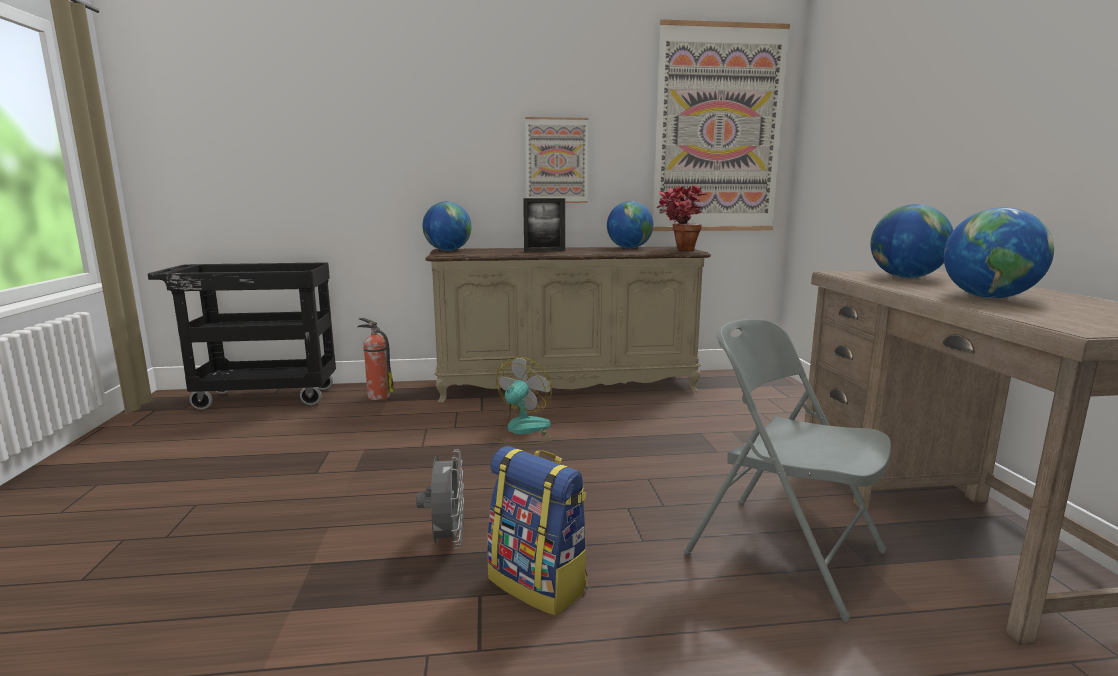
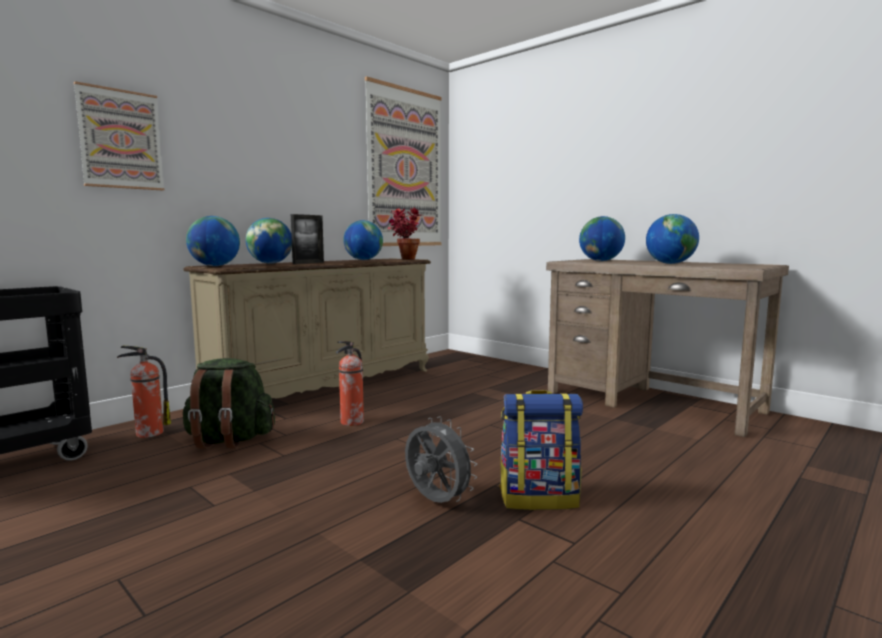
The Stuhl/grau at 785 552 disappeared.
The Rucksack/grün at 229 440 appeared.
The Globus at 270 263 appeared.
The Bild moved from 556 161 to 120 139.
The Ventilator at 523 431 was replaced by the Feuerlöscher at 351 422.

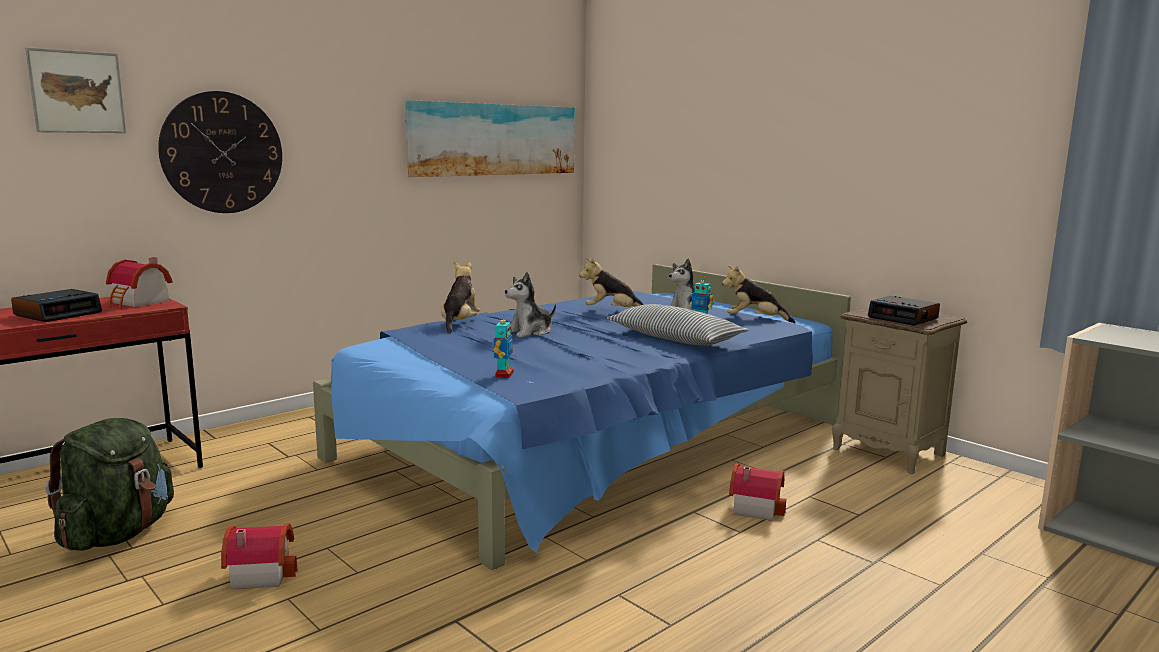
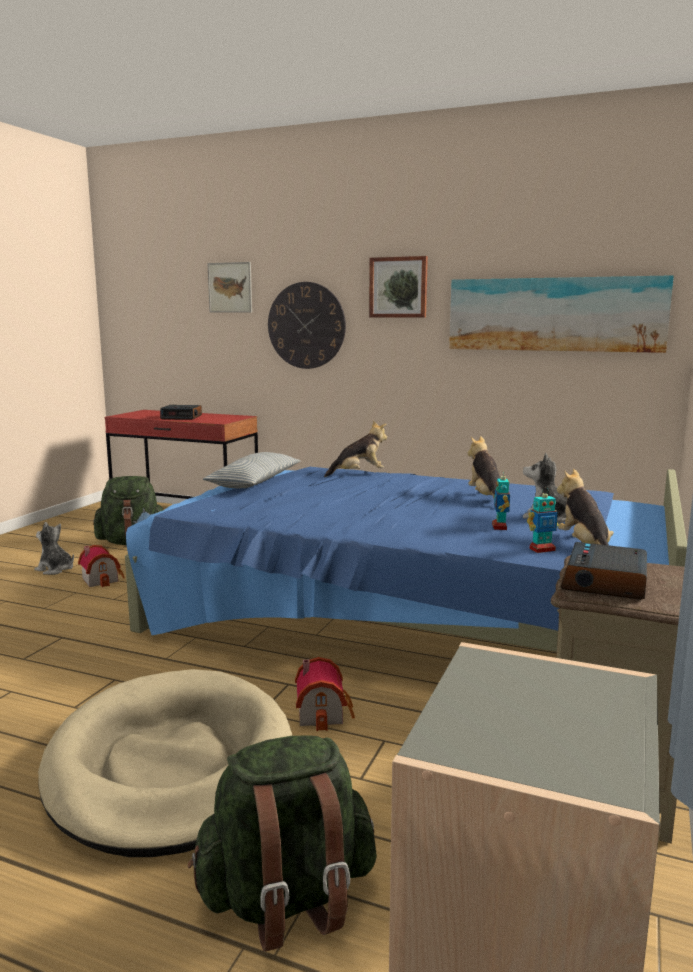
The Spielzeughaus at 139 302 disappeared.
The Hundebett/beige at 172 766 appeared.
The Rucksack/grün at 287 899 appeared.
The Bild at 398 287 appeared.
The Spielzeugroboter moved from 503 375 to 541 549.
The Plüschtier moved from 530 332 to 55 570.
The Kissen moved from 675 338 to 254 482.

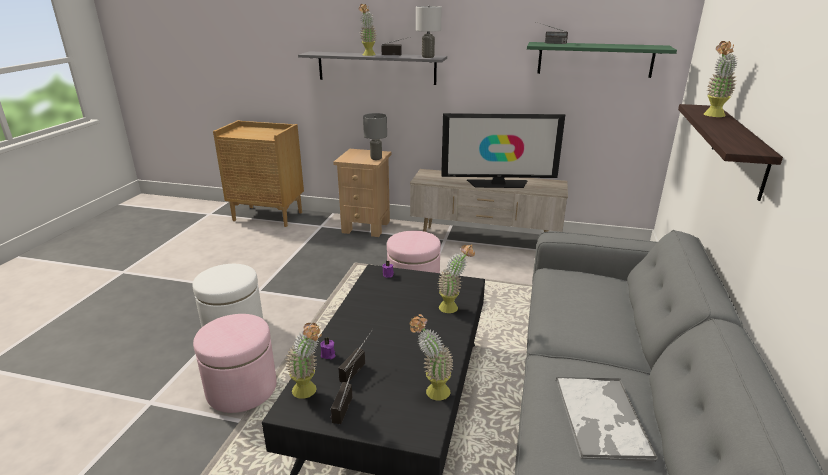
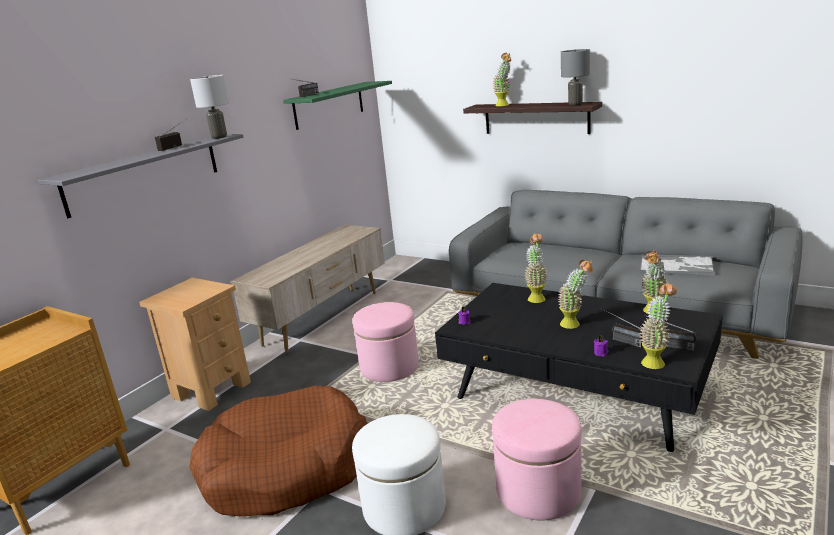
The Fernseher at 498 184 disappeared.
The Hundebett/braun at 286 468 appeared.
The Topfpflanze moved from 368 55 to 575 325.
The Tischlampe/grau moved from 375 158 to 574 104.

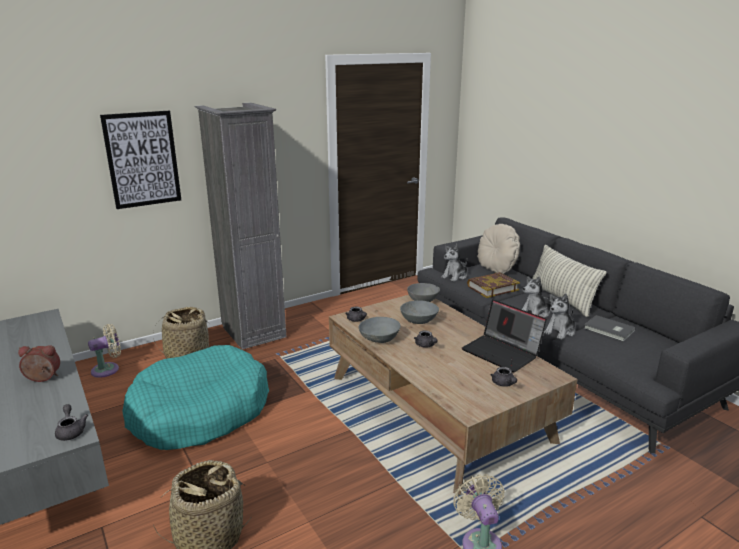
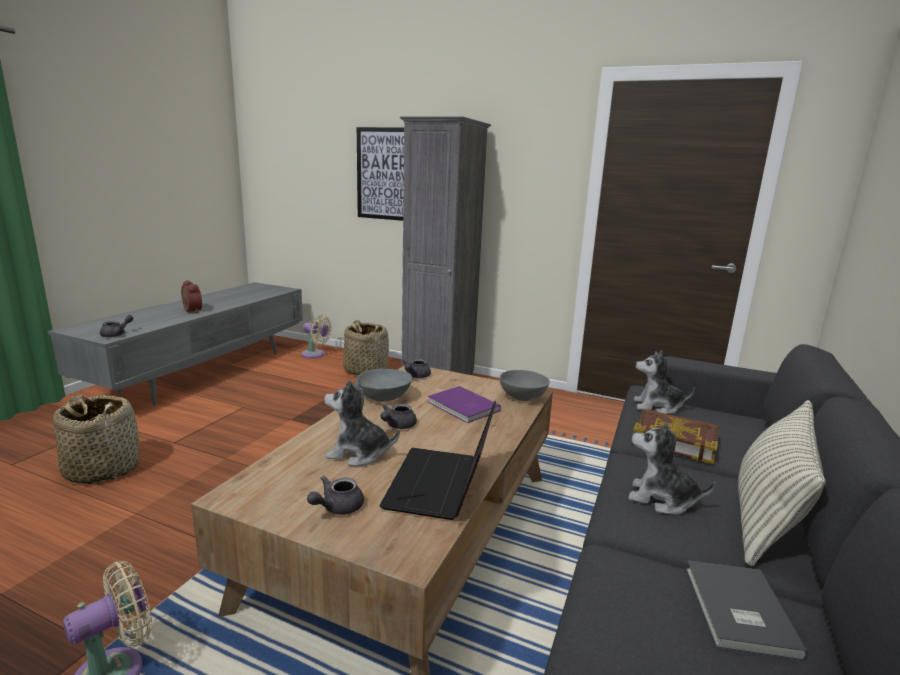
The Hundebett/türkis at 199 412 disappeared.
The Kissen/beige at 496 269 disappeared.
The Plüschtier moved from 560 331 to 358 453.
The Schüssel/grau at 419 320 was replaced by the Buch/lila at 462 407.

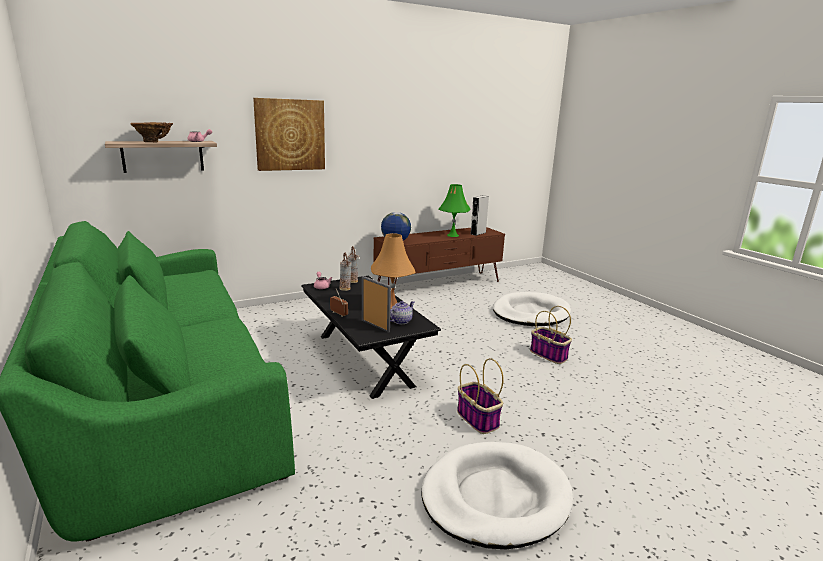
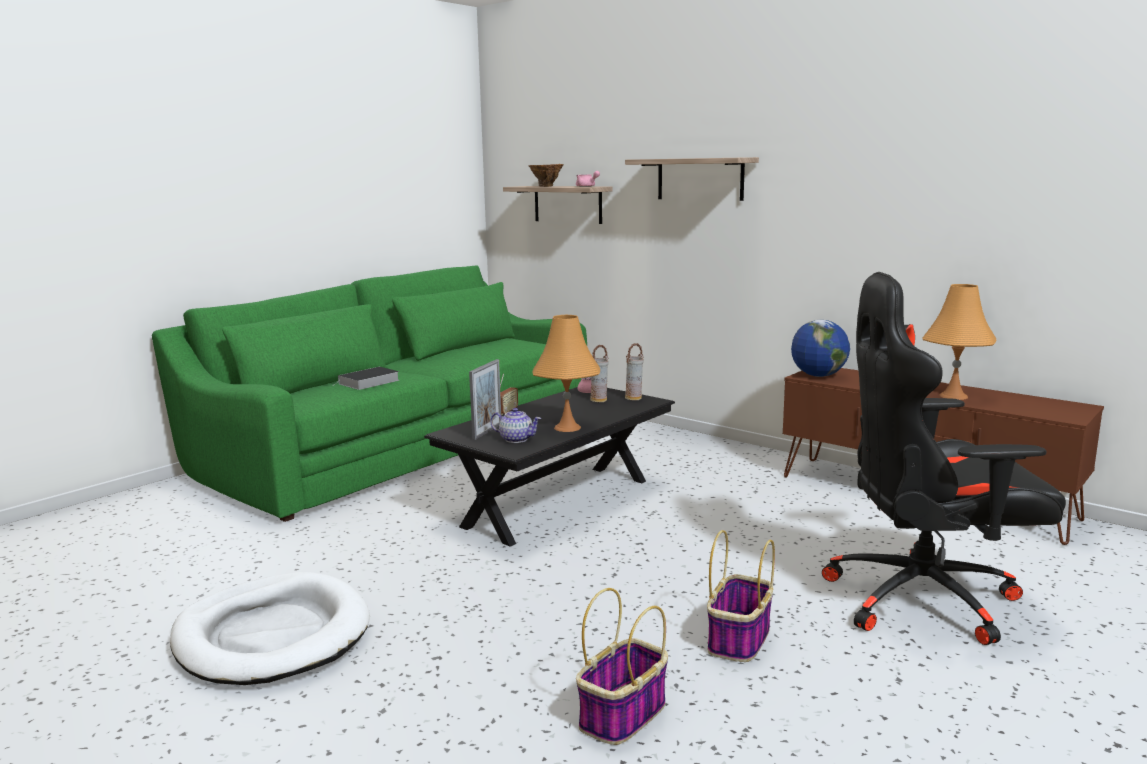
The Lautsprecher/grau at 478 233 disappeared.
The Buch at 368 382 appeared.
The Korb moved from 478 419 to 622 716.
The Bild at 290 135 was replaced by the Wandregal at 700 179.
The Hundebett/weiß at 530 313 was replaced by the Bürostuhl/schwarz at 935 600.
The Tischlampe/grün at 453 235 became the Tischlampe/orange at 953 396.

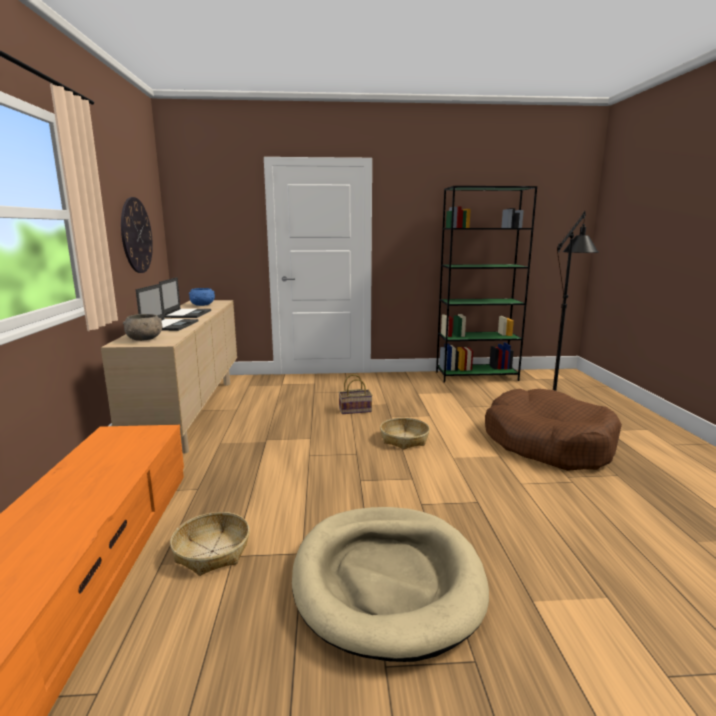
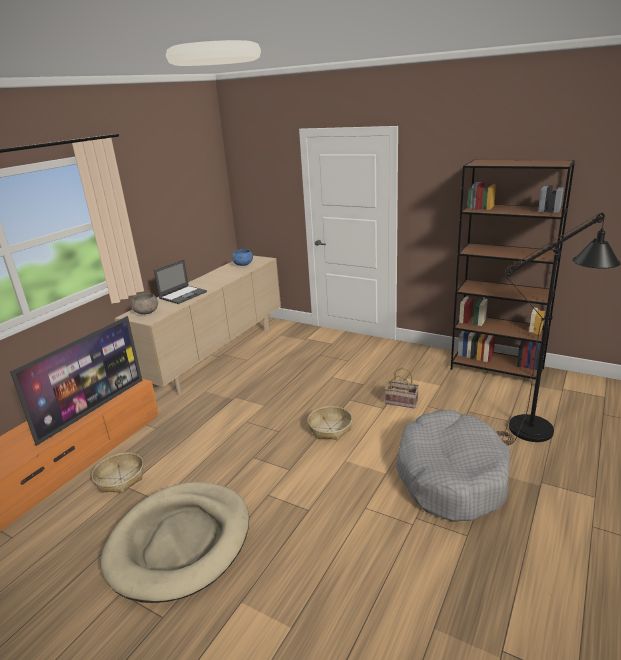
The Wanduhr at 136 235 disappeared.
The Laptop at 187 314 disappeared.
The Fernseher at 93 409 appeared.
The Korb moved from 356 410 to 402 401.
The Bücherregal/grün at 476 376 became the Bücherregal/braun at 497 368.
The Hundebett/braun at 547 443 became the Hundebett/grau at 450 475.

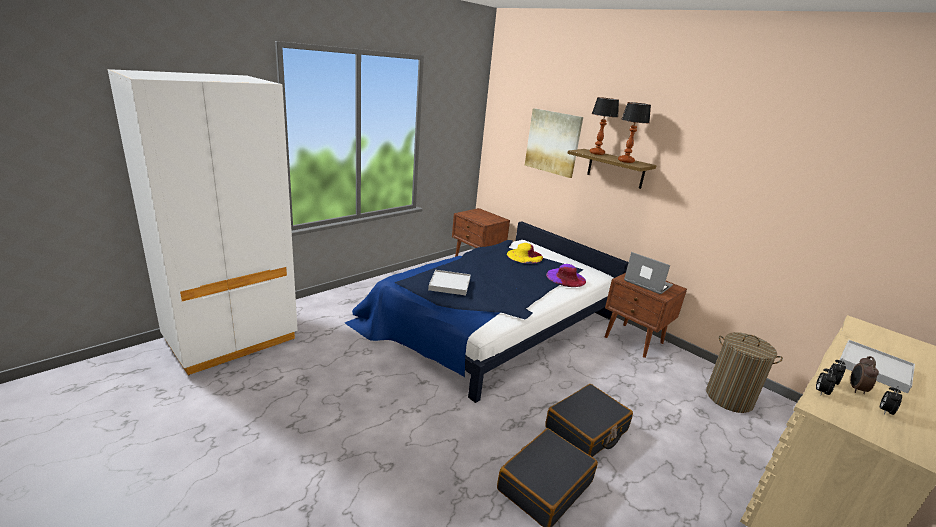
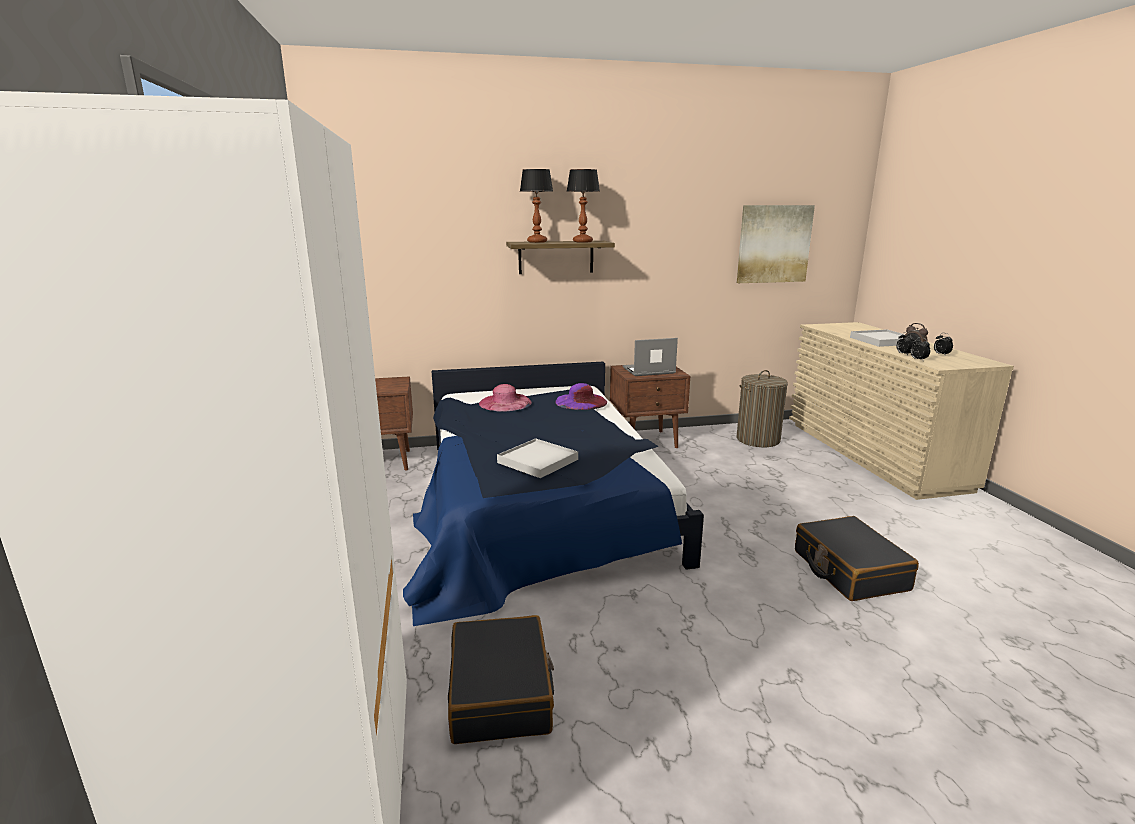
The Bild moved from 553 142 to 774 244.
The Koffer/schwarz moved from 586 429 to 501 692.
The Hut/gelb at 524 256 became the Hut/rosa at 505 403.

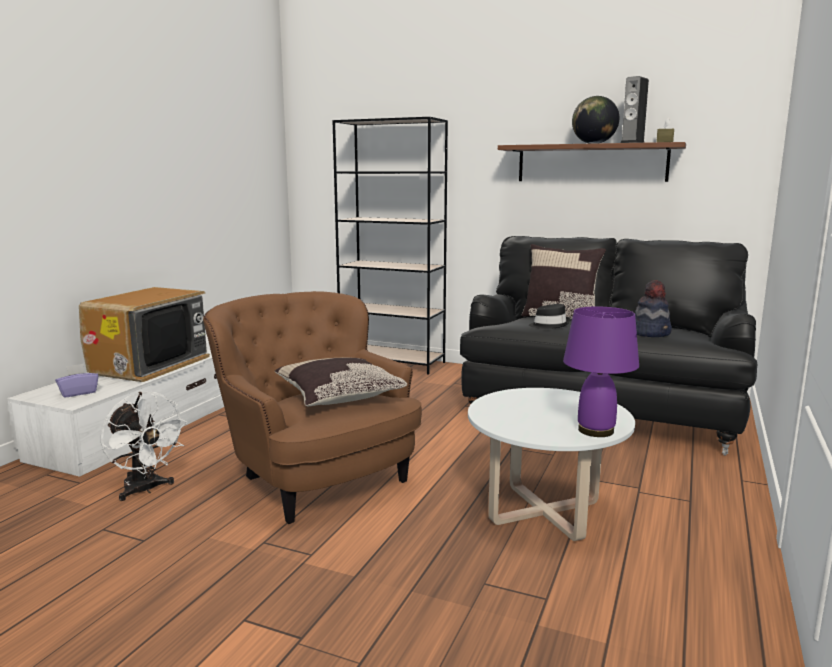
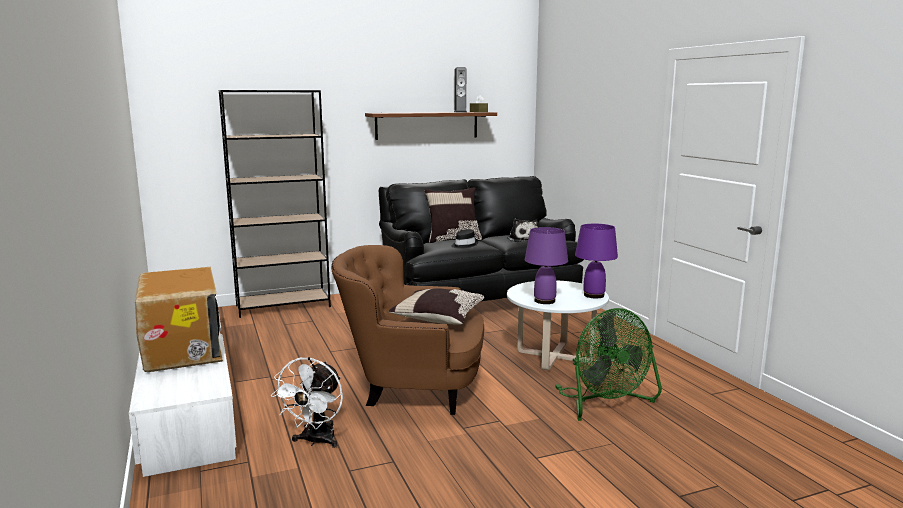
The Taschentuchbox/lila at 78 393 disappeared.
The Globus at 593 143 disappeared.
The Tischlampe/lila at 545 301 appeared.
The Ventilator/grün at 602 403 appeared.
The Hut at 651 333 was replaced by the Plüschtier at 522 239.
The Ventilator/weiß at 145 490 turned 105 degrees clockwise.

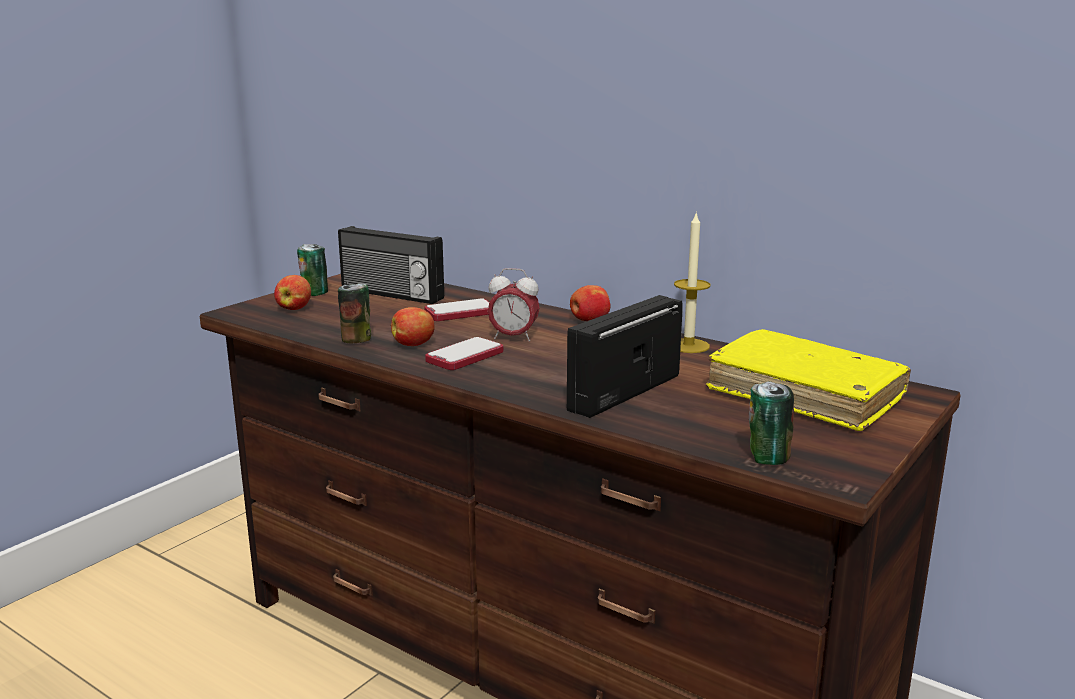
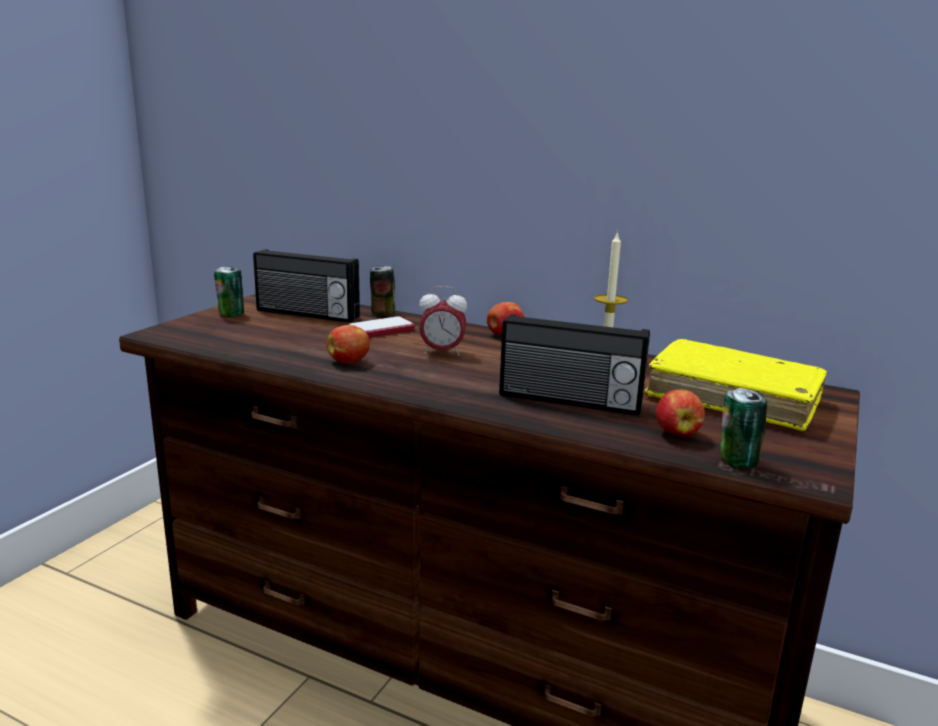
The Handy at 465 356 disappeared.
The Apfel moved from 294 308 to 676 433.
The Dose moved from 357 340 to 383 312.
The Radio at 622 392 turned 105 degrees counterclockwise.

